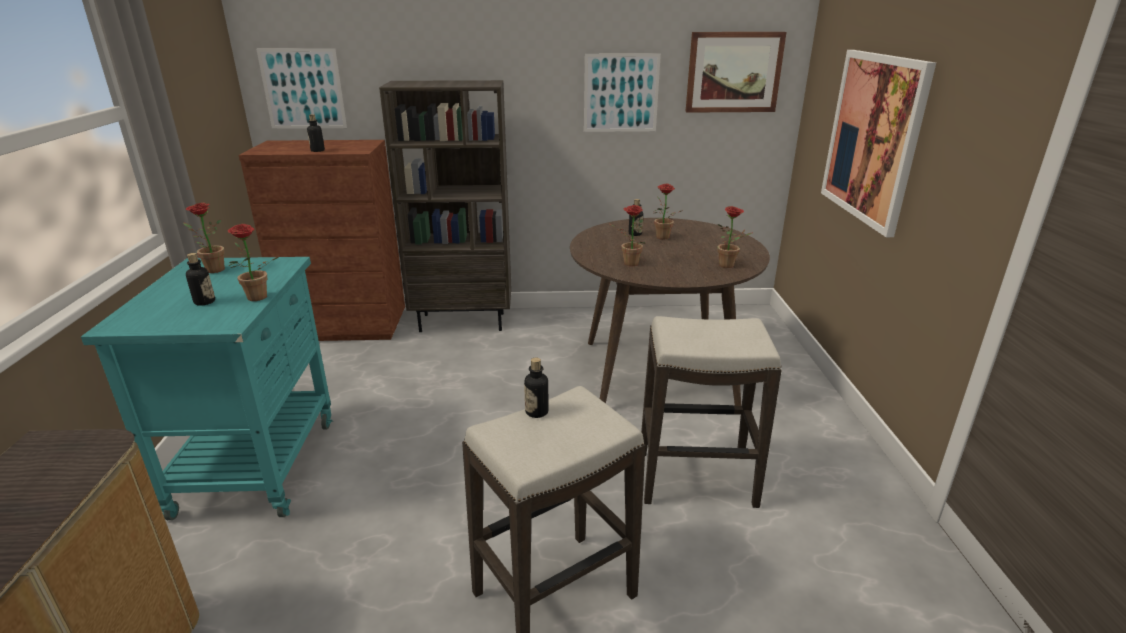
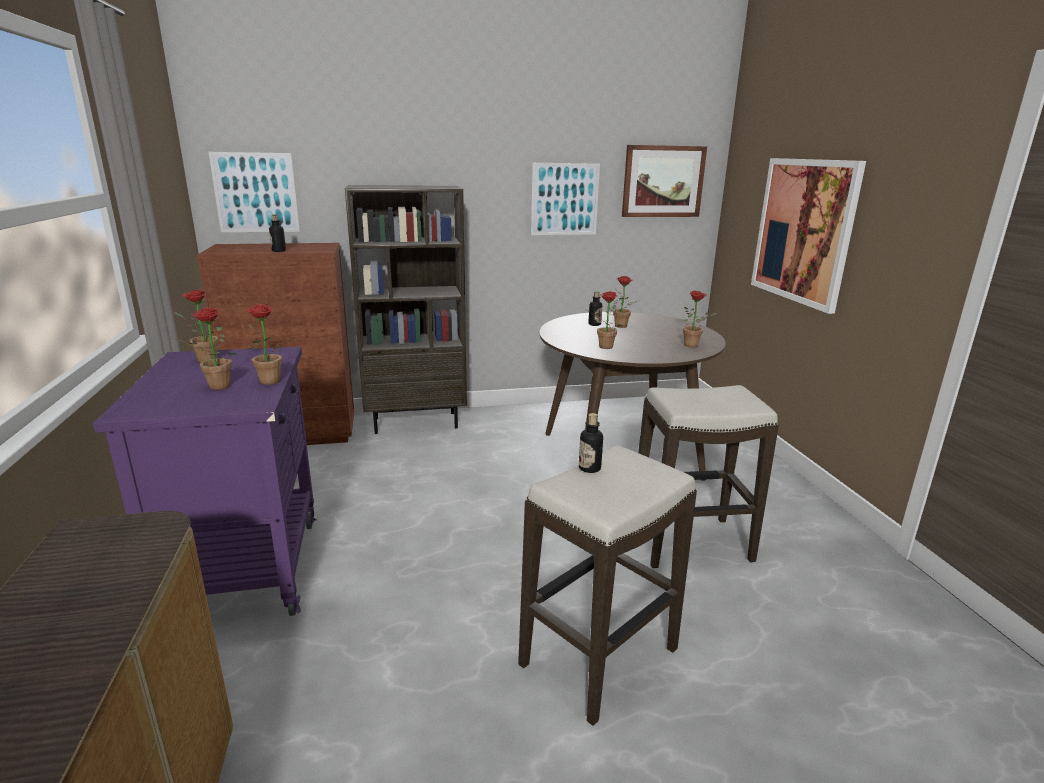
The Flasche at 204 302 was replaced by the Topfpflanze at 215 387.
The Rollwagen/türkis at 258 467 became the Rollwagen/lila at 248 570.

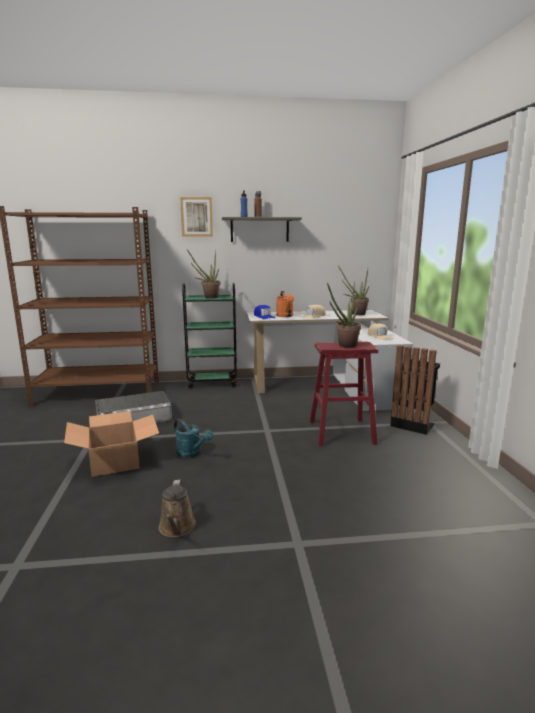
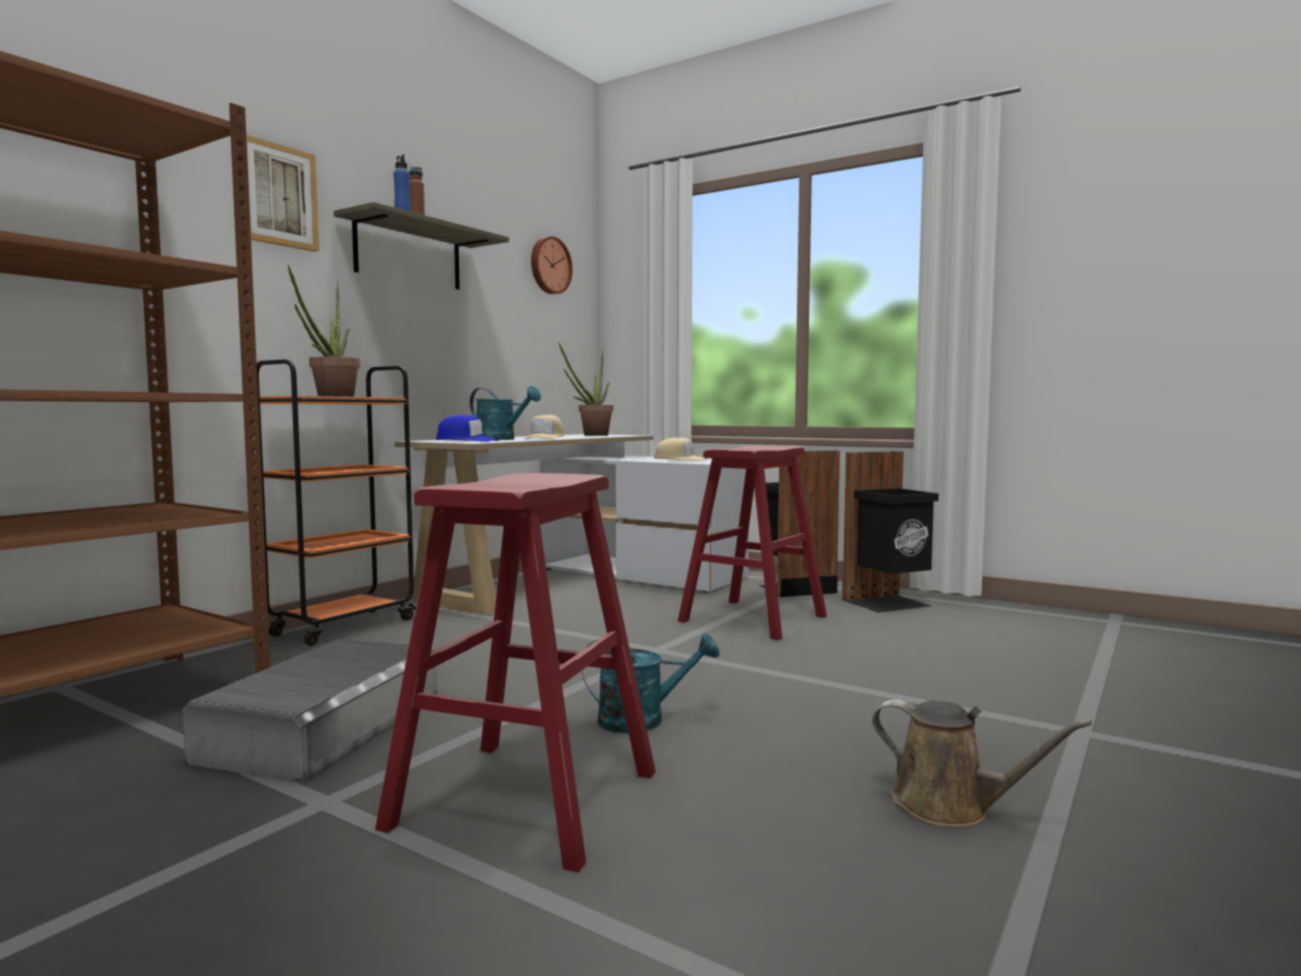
The Topfpflanze at 344 345 disappeared.
The Wanduhr at 549 265 appeared.
The Mülleimer/schwarz at 889 603 appeared.
The Karton at 115 460 was replaced by the Hocker/rot at 525 799.
The Rollwagen/grün at 213 383 became the Rollwagen/orange at 344 627.
The Gießkanne/orange at 285 316 became the Gießkanne/türkis at 502 439.

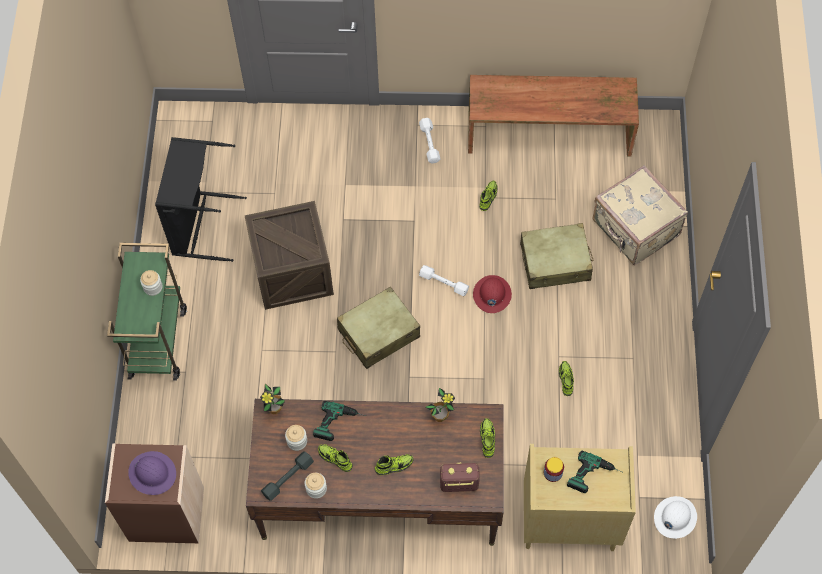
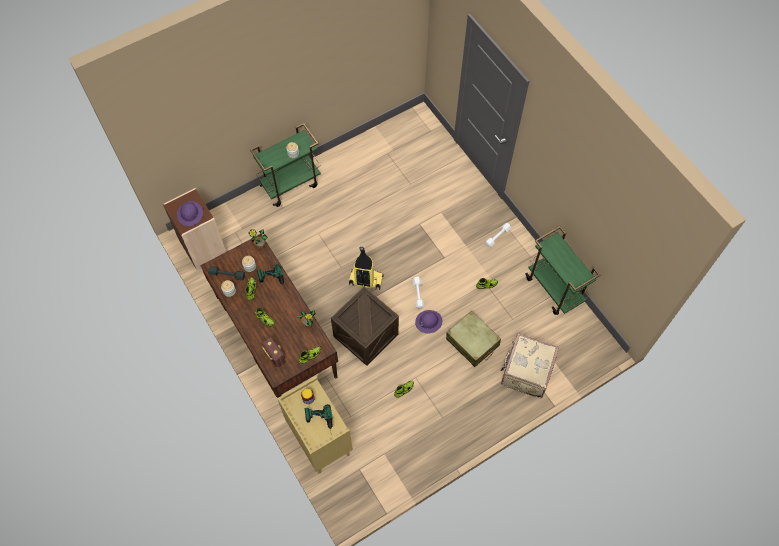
The Wäschekorb/schwarz at 200 225 disappeared.
The Schutzhelm/weiß at 674 517 disappeared.
The Kiste moved from 292 272 to 365 335.
The Koffer/beige at 378 333 was replaced by the Staubsauger at 365 280.
The Bank/braun at 550 131 was replaced by the Rollwagen/grün at 554 291.
The Schutzhelm/rot at 491 295 became the Schutzhelm/lila at 428 322.

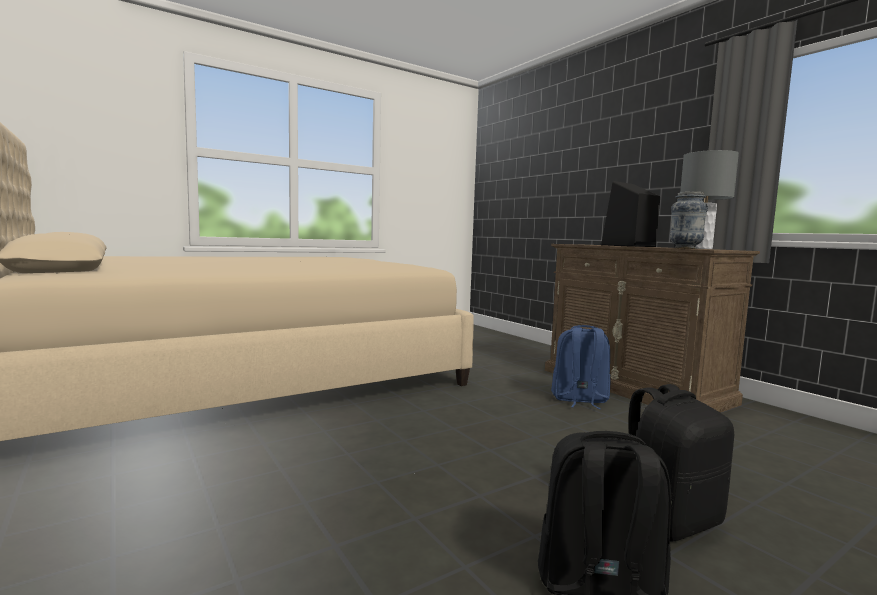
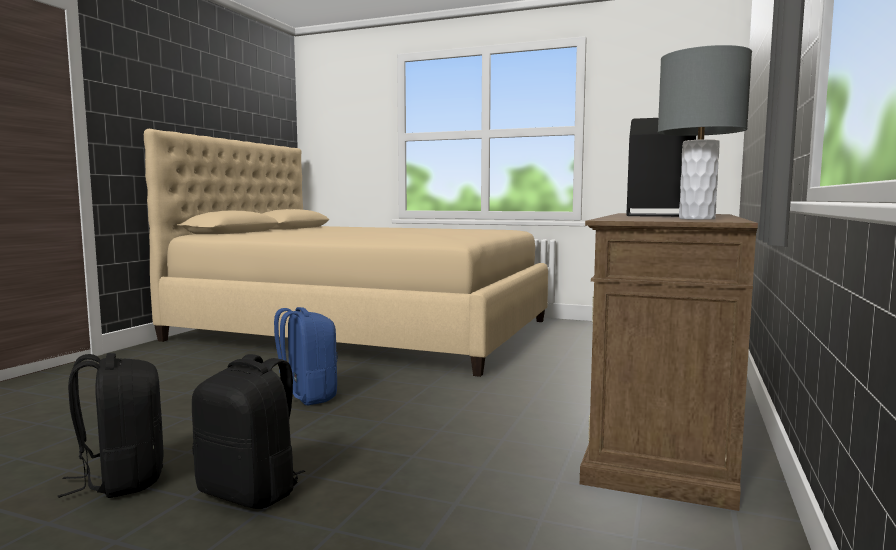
The Vase at 685 248 disappeared.
The Rucksack/blau moved from 579 400 to 306 397.

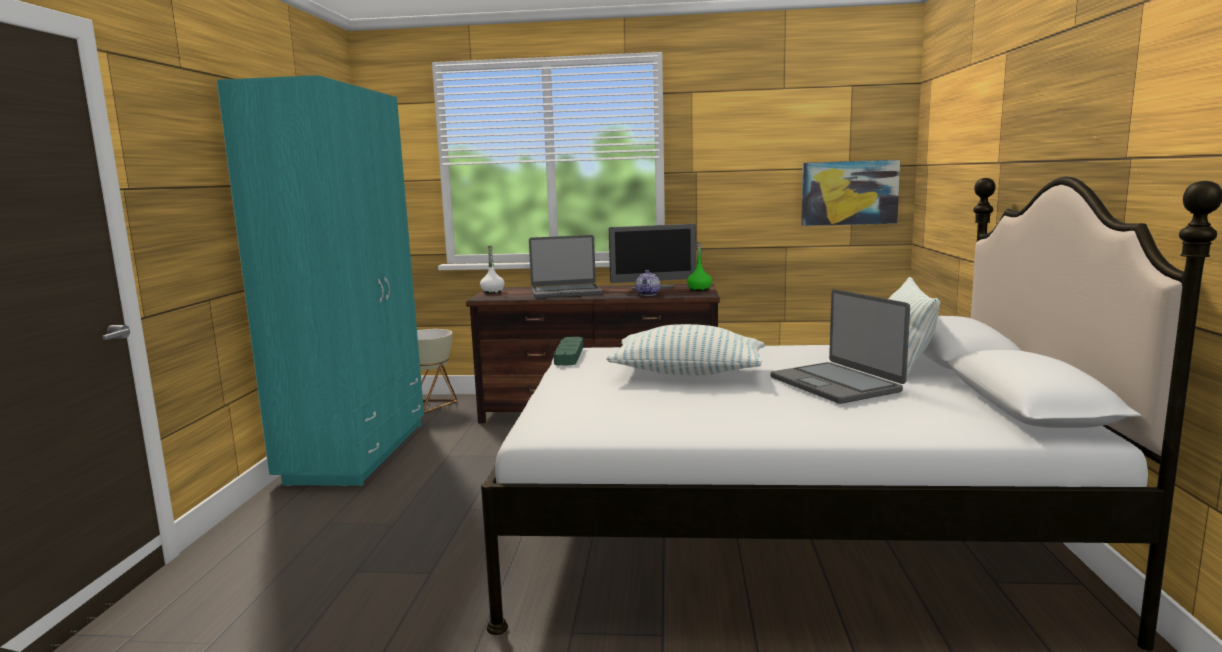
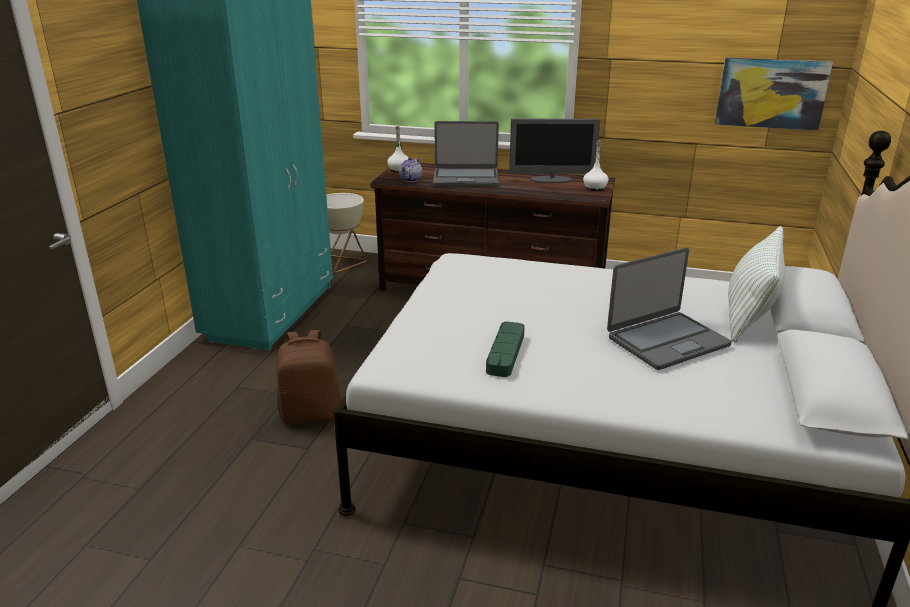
The Kissen at 687 373 disappeared.
The Rucksack/braun at 311 413 appeared.
The Tablett/grün moved from 569 355 to 505 353.
The Teekanne moved from 648 294 to 411 180.
The Flasche/grün at 699 289 became the Flasche/weiß at 595 188.
The Laptop at 836 384 turned 105 degrees counterclockwise.

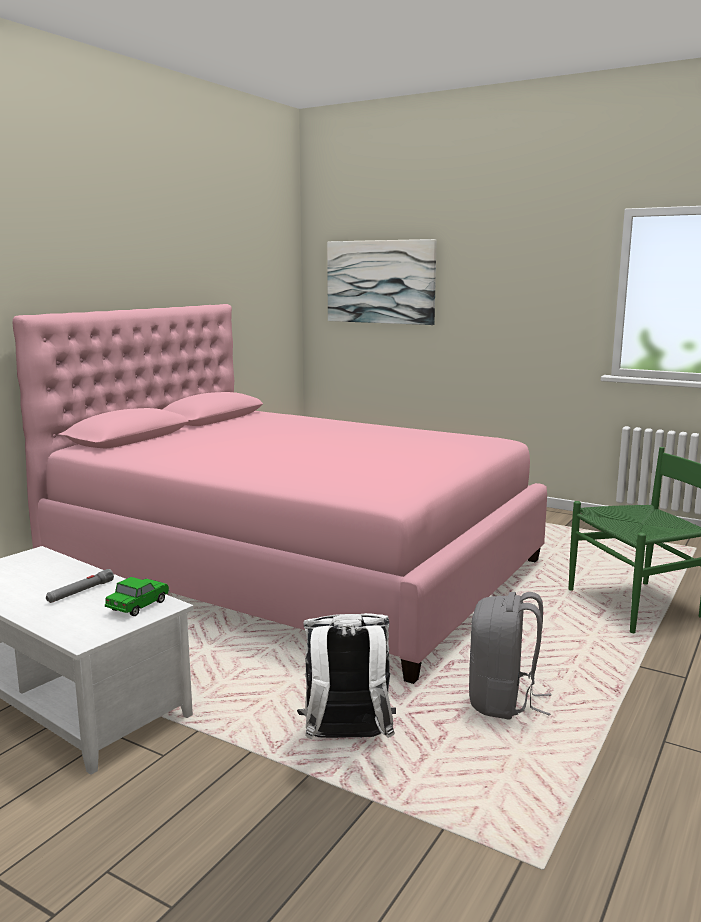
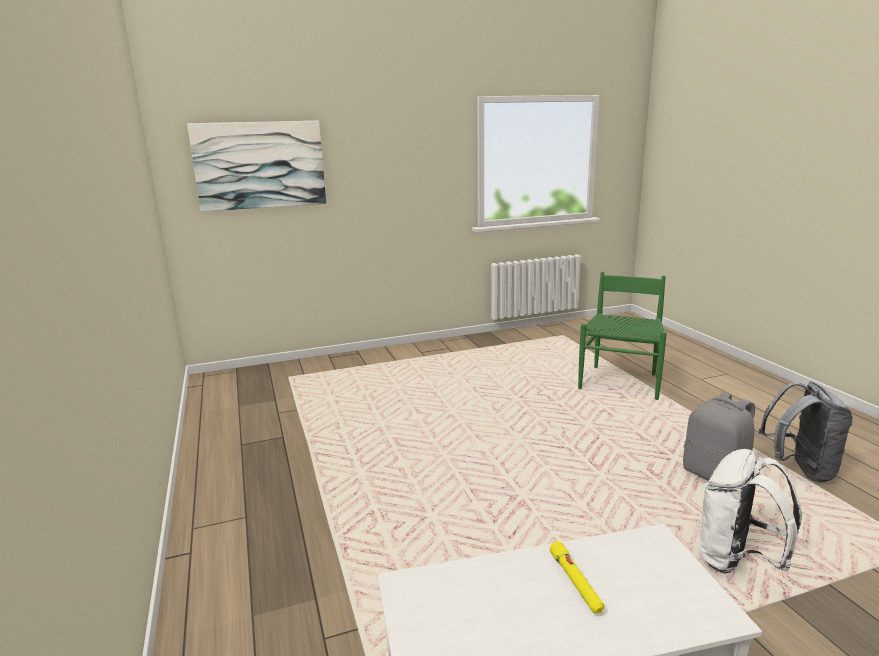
The Bett/rosa at 294 566 disappeared.
The Spielzeugauto at 138 606 disappeared.
The Rucksack/grau at 800 469 appeared.
The Taschenlampe/grau at 80 592 became the Taschenlampe/gelb at 575 583.

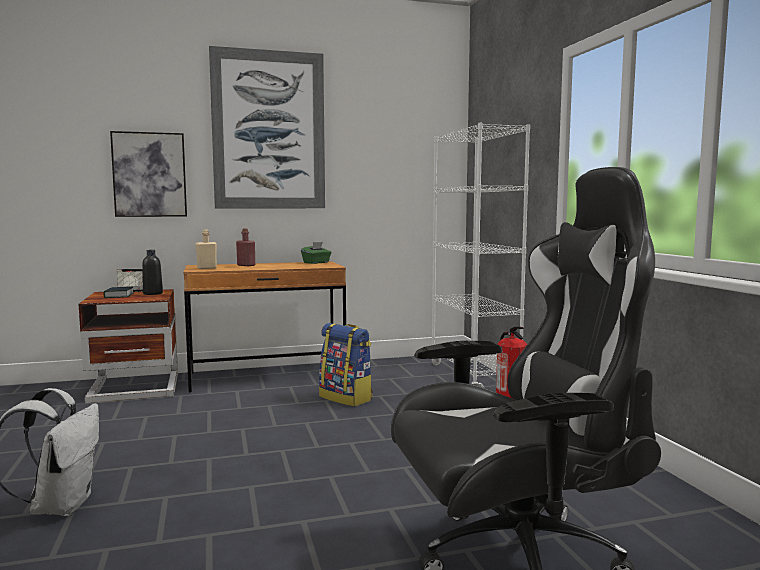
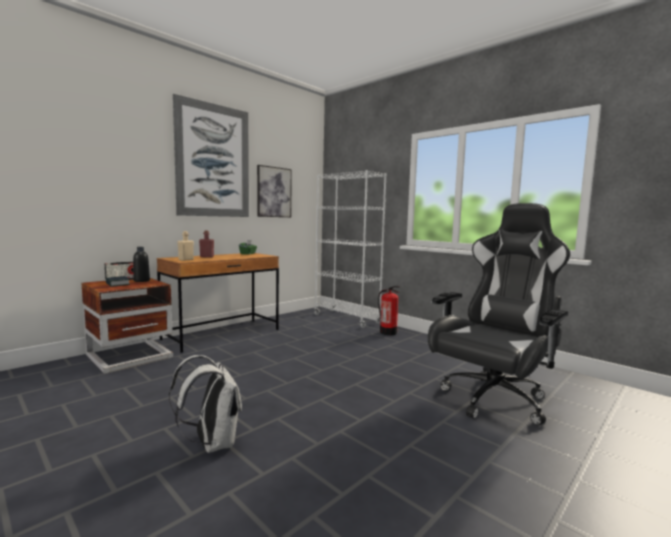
The Rucksack at 346 398 disappeared.
The Bild moved from 149 174 to 274 192.

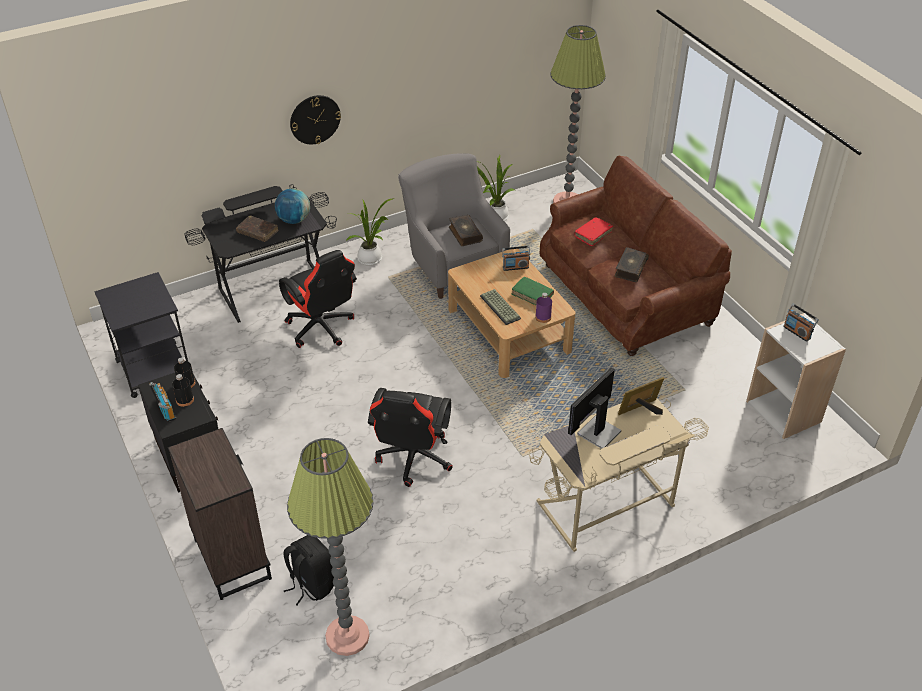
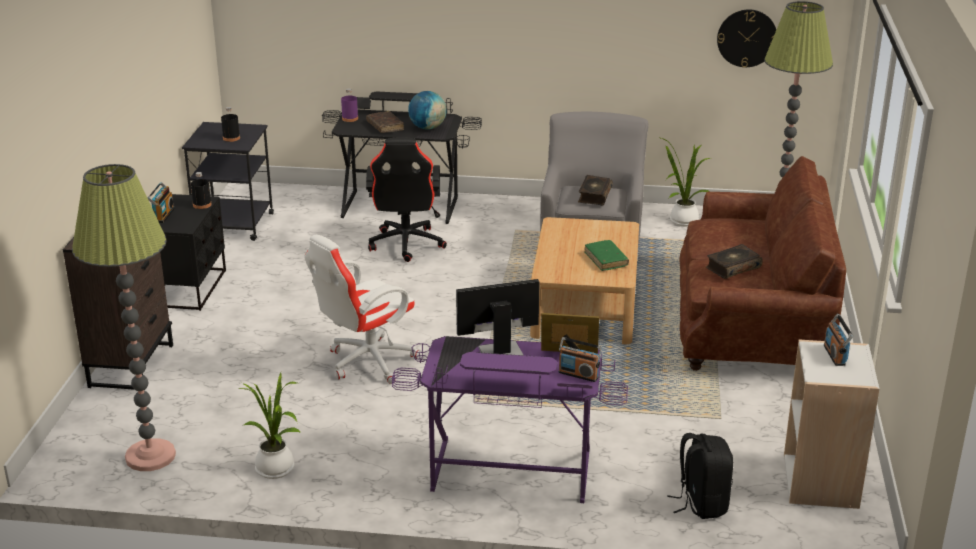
The Tastatur at 501 307 disappeared.
The Buch/rot at 593 234 disappeared.
The Flasche/schwarz moved from 185 400 to 231 138.
The Rucksack/schwarz moved from 311 584 to 701 504.
The Wanduhr moved from 315 119 to 747 38.
The Topfpflanze moved from 372 259 to 277 470.
The Radio moved from 515 267 to 578 374.
The Flasche/lila moved from 543 317 to 350 119.
The Bürostuhl/schwarz at 412 462 became the Bürostuhl/weiß at 365 364.
The Schreibtisch/beige at 607 506 became the Schreibtisch/lila at 510 473.

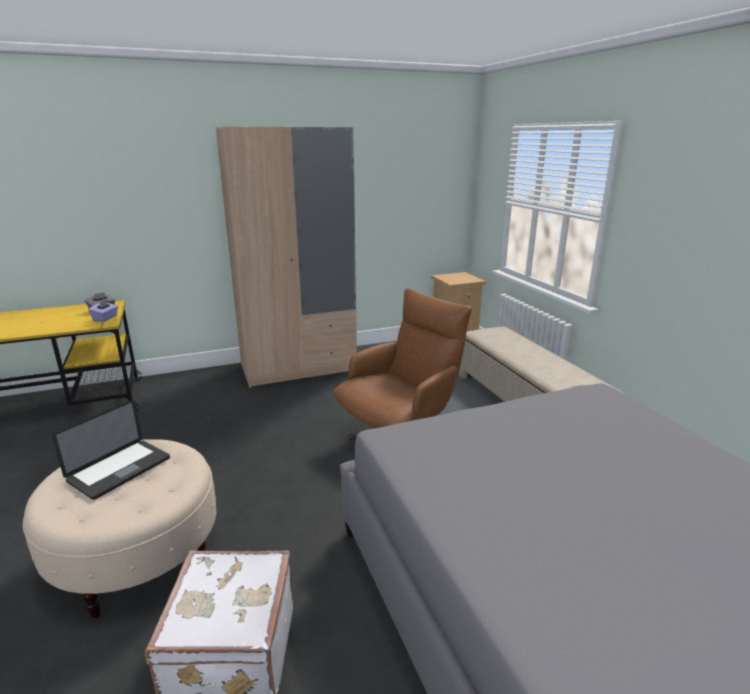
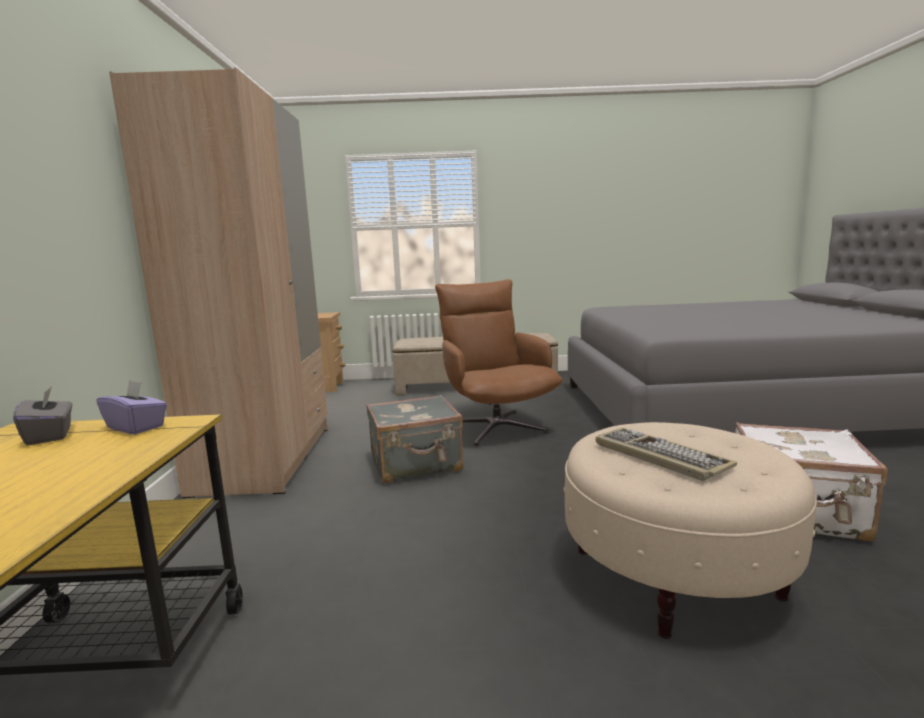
The Koffer/grau at 416 465 appeared.
The Laptop at 119 470 was replaced by the Tastatur at 658 456.

